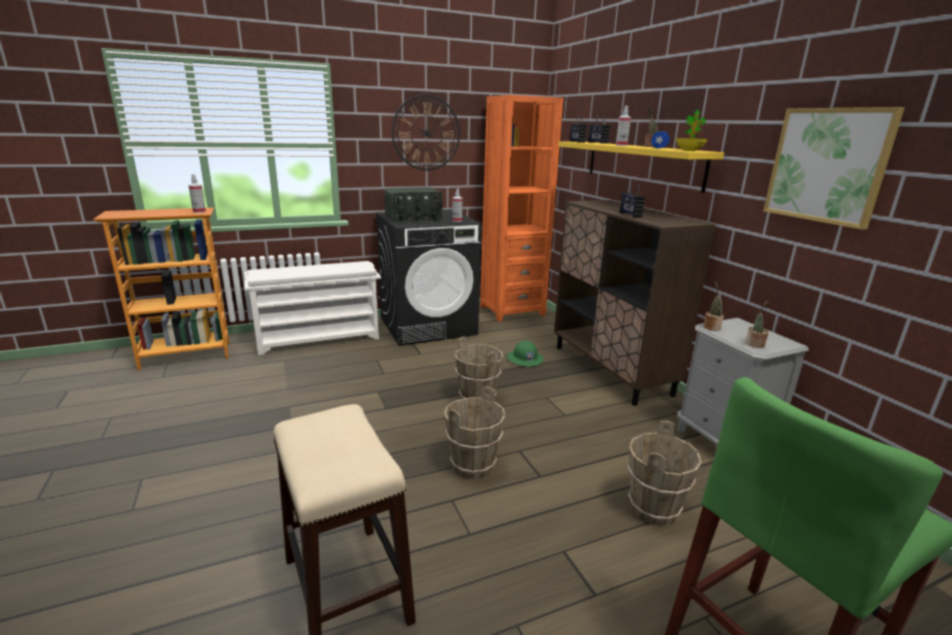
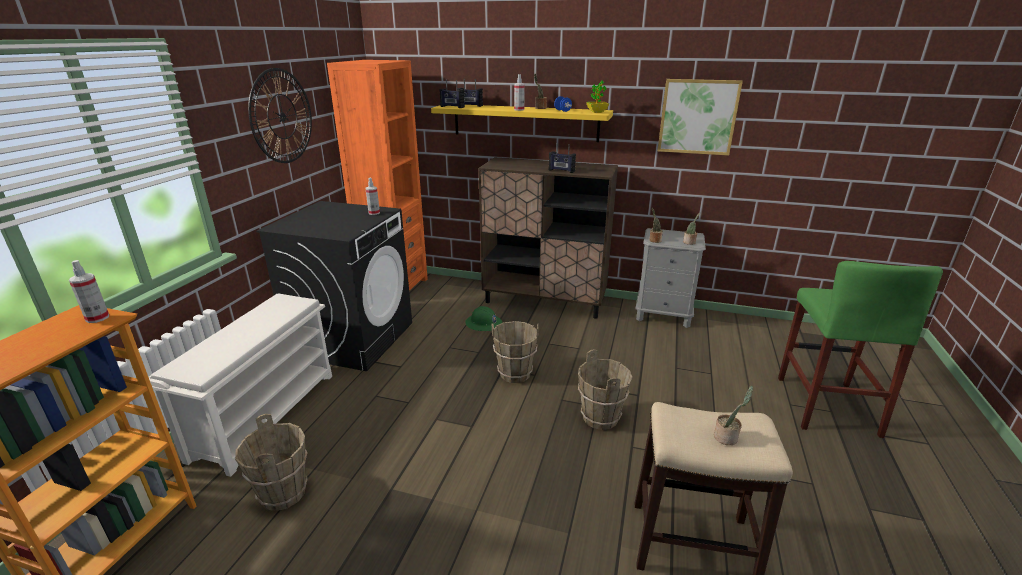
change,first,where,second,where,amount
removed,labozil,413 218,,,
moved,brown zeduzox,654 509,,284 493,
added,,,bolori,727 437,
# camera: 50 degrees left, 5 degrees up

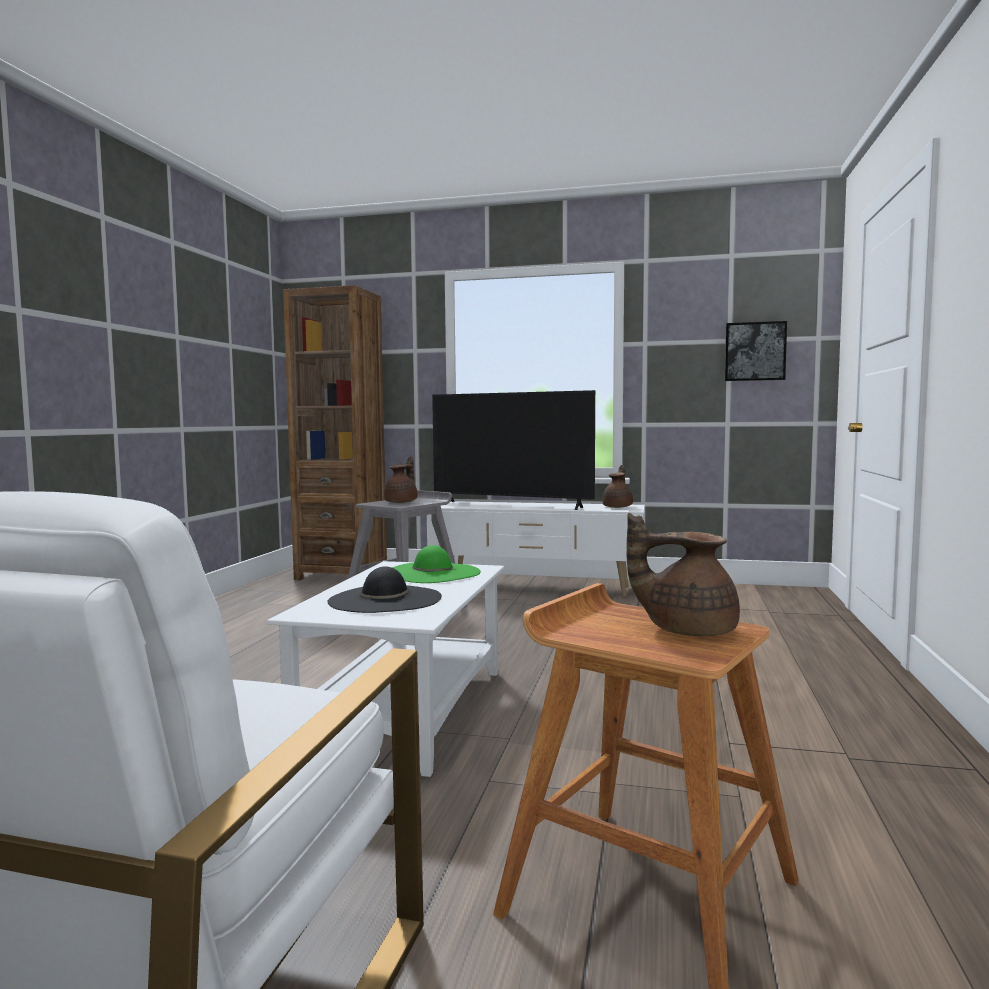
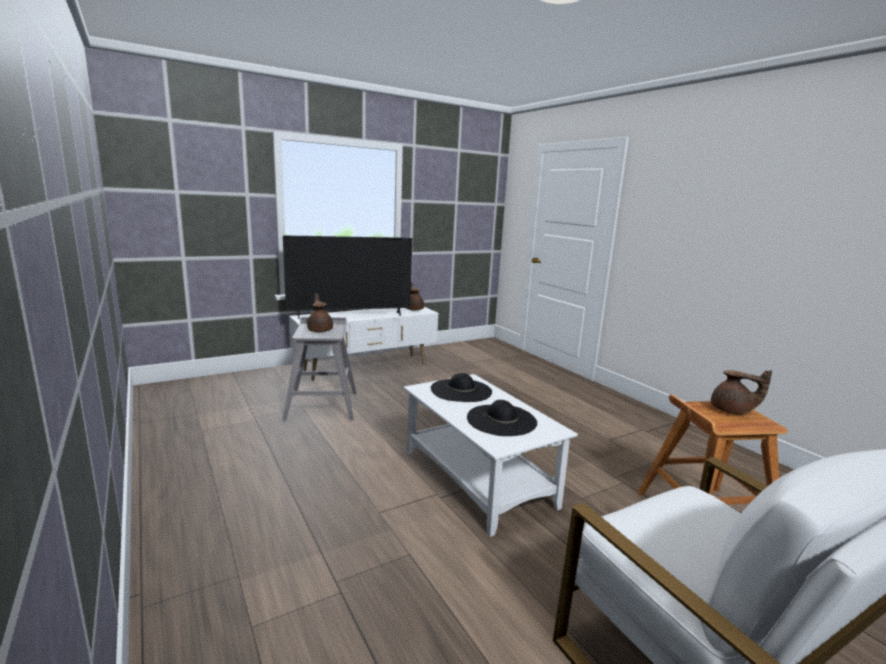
change,first,where,second,where,amount
removed,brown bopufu,342 575,,,
recoloured,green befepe,432 573,black befepe,461 390,
turned,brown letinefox,687 630,,732 411,120 degrees counterclockwise
removed,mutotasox,754 351,,,
# camera: 45 degrees left, 10 degrees up

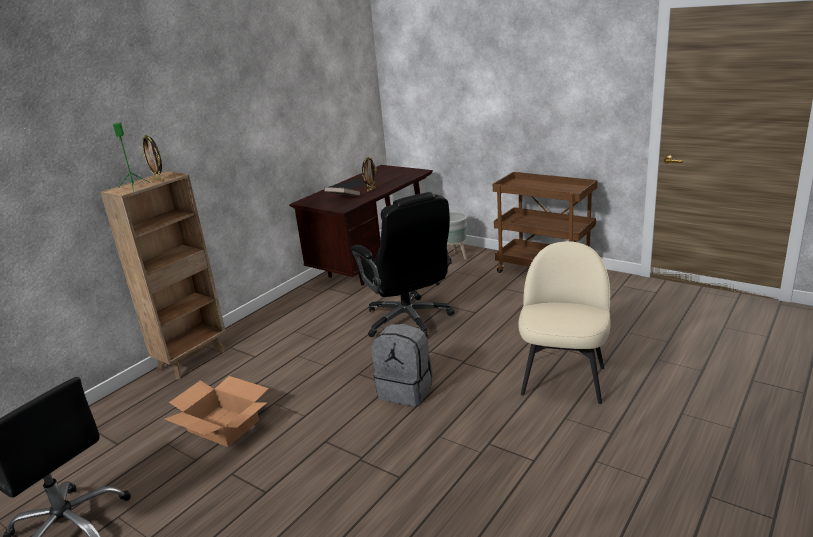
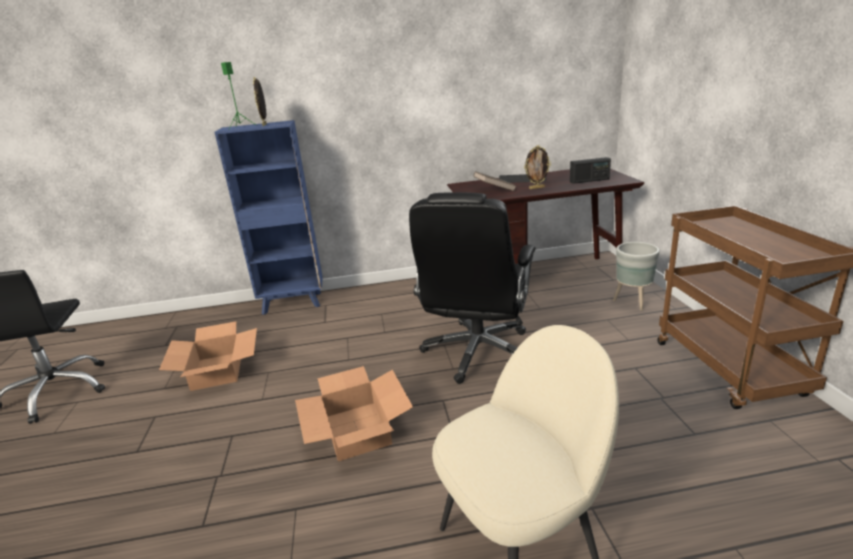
change,first,where,second,where,amount
recoloured,brown bopufu,193 359,blue bopufu,293 303,
replaced,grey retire,406 390,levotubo,357 430,
added,,,labozil,589 180,
# camera: 45 degrees right, 0 degrees up

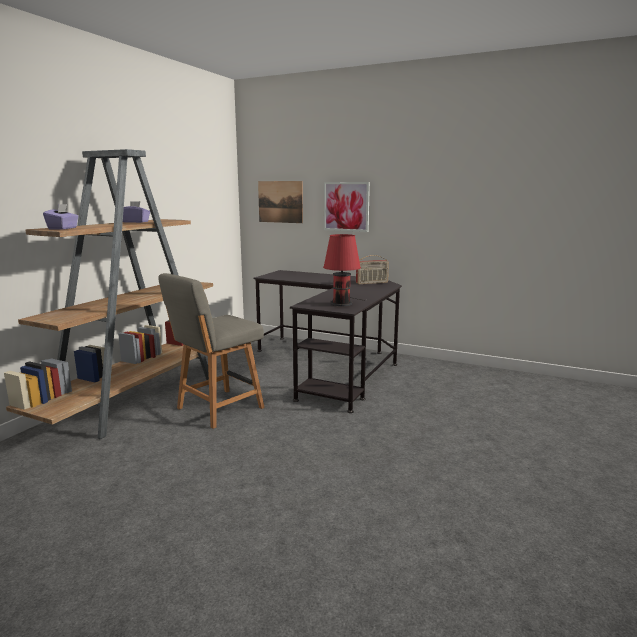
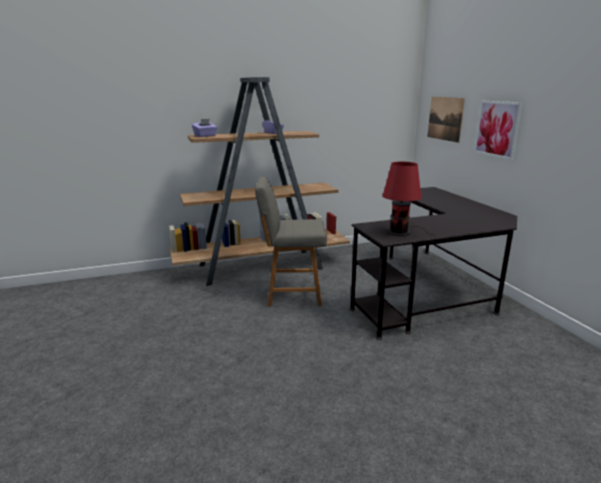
change,first,where,second,where,amount
removed,labozil,372 283,,,
# camera: 45 degrees right, 5 degrees up

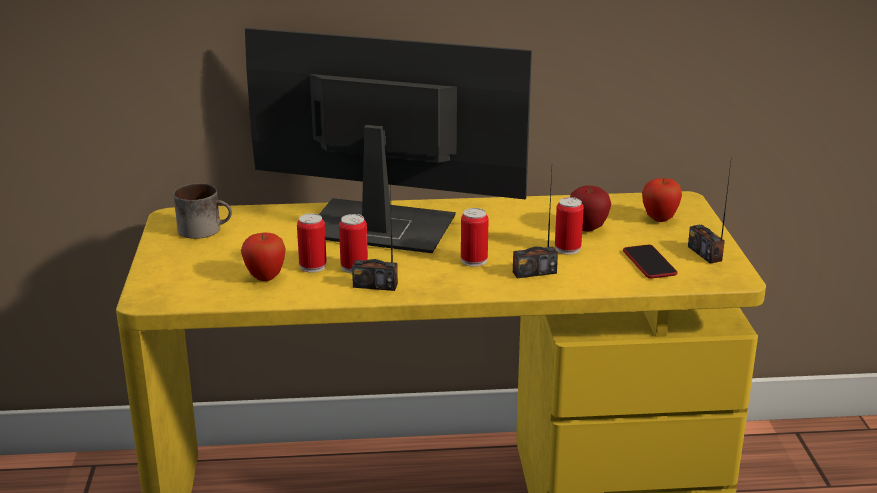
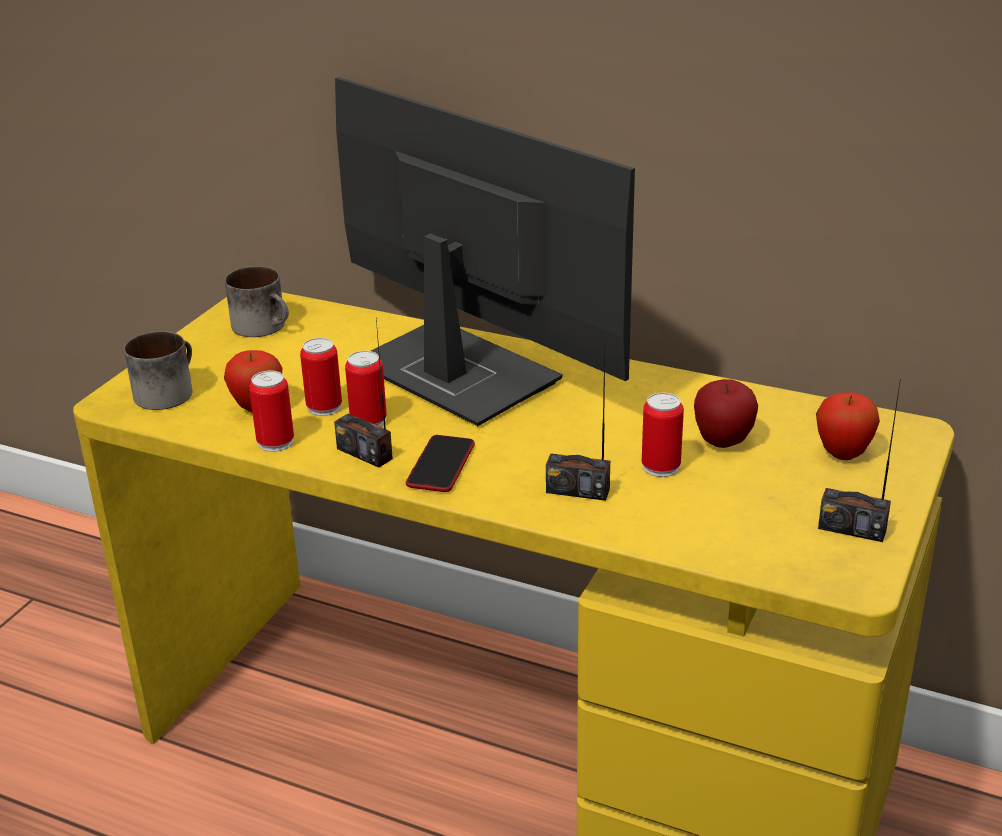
change,first,where,second,where,amount
moved,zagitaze,474 260,,275 442,
moved,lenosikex,649 263,,441 465,
turned,labozil,705 253,,852 529,75 degrees counterclockwise
added,,,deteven,166 391,
# camera: 30 degrees right, 5 degrees up

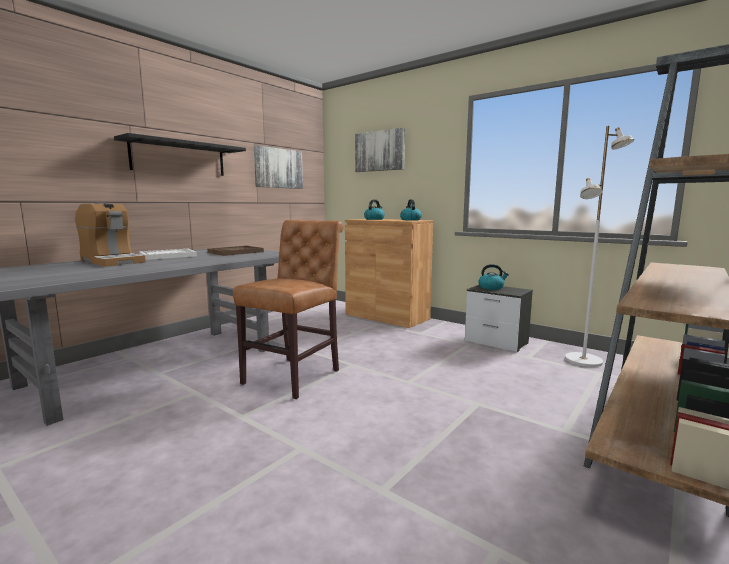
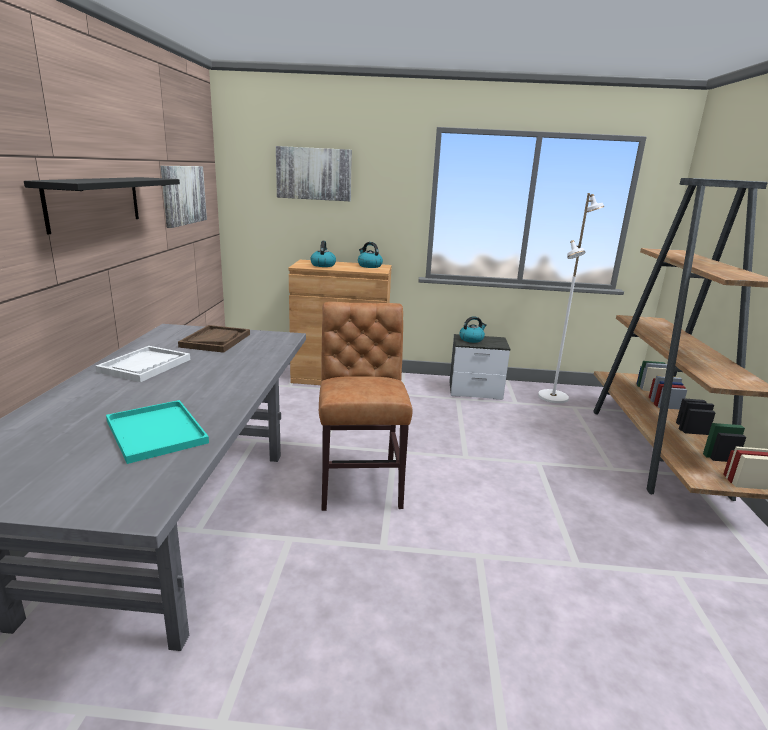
change,first,where,second,where,amount
removed,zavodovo,112 261,,,
added,,,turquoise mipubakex,158 432,
# camera: 35 degrees left, 10 degrees up

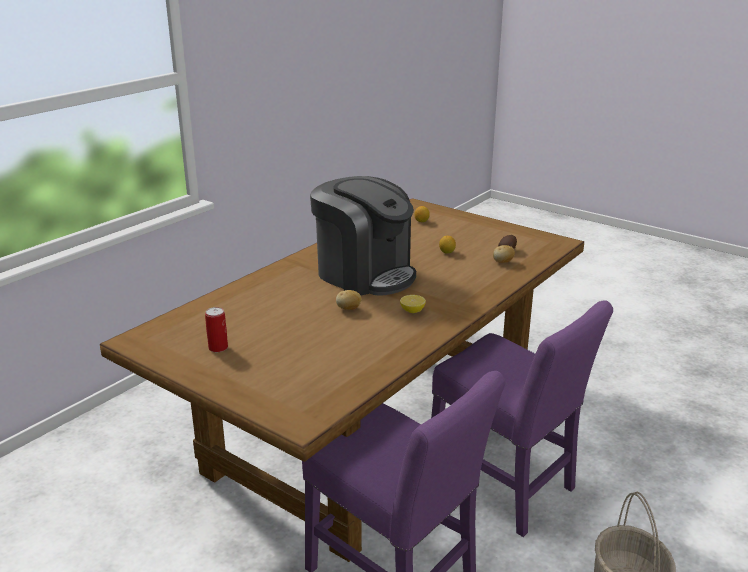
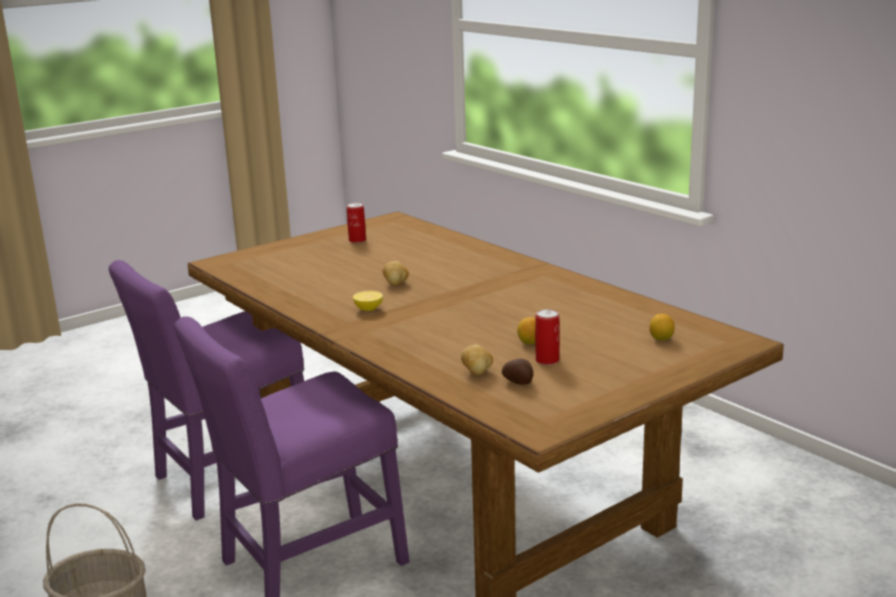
change,first,where,second,where,amount
removed,zavodovo,365 274,,,
added,,,zagitaze,547 360,
# camera: 105 degrees right, 5 degrees down

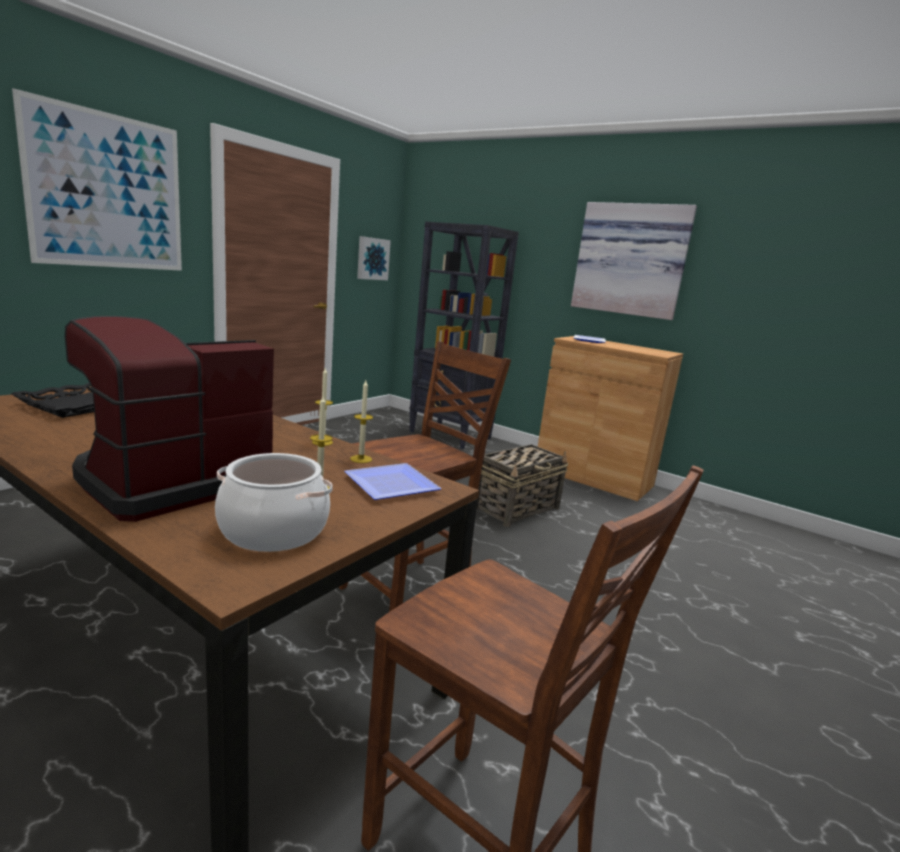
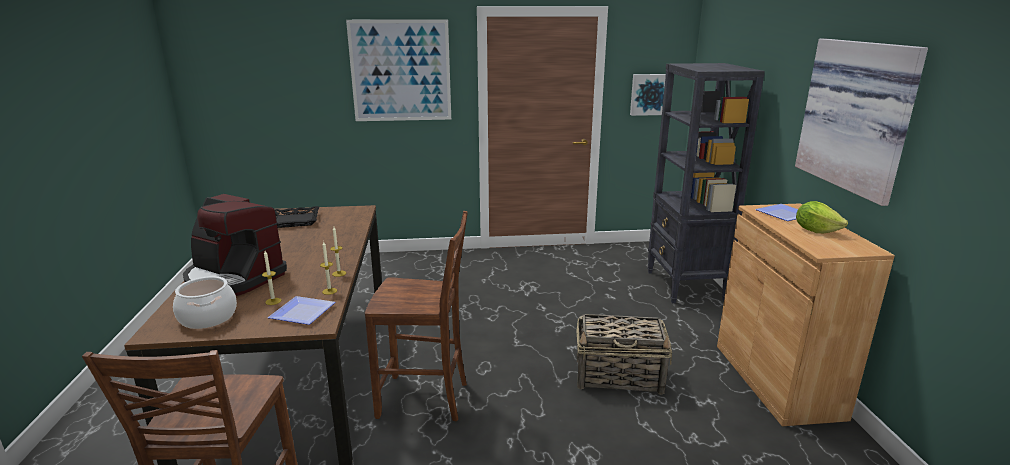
change,first,where,second,where,amount
turned,zavodovo,174 481,,234 278,150 degrees counterclockwise
added,,,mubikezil,815 230,
# camera: 50 degrees right, 5 degrees up

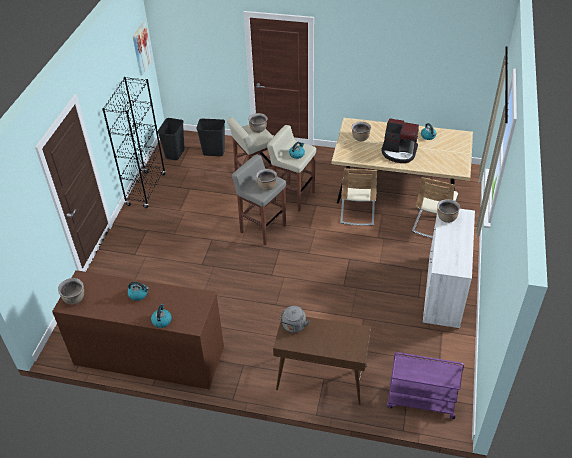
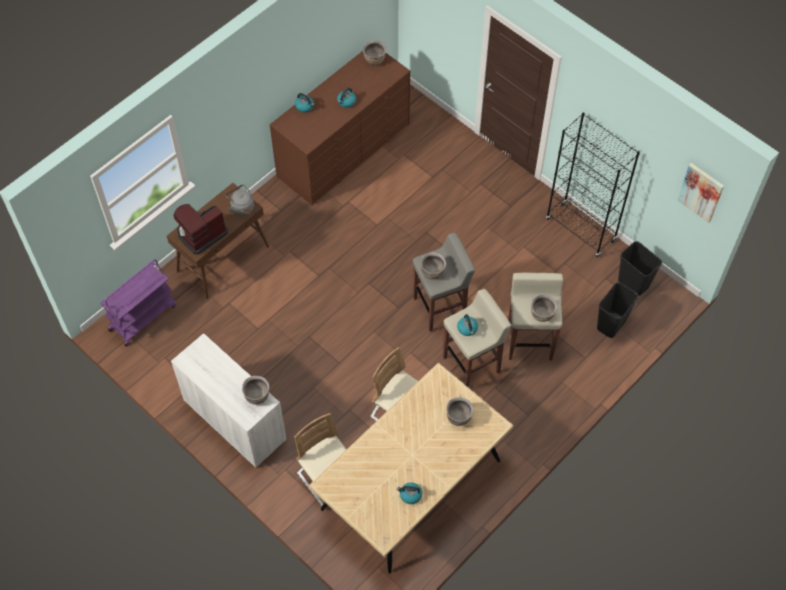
change,first,where,second,where,amount
moved,zavodovo,399 152,,201 233,
# camera: 120 degrees right, 15 degrees up

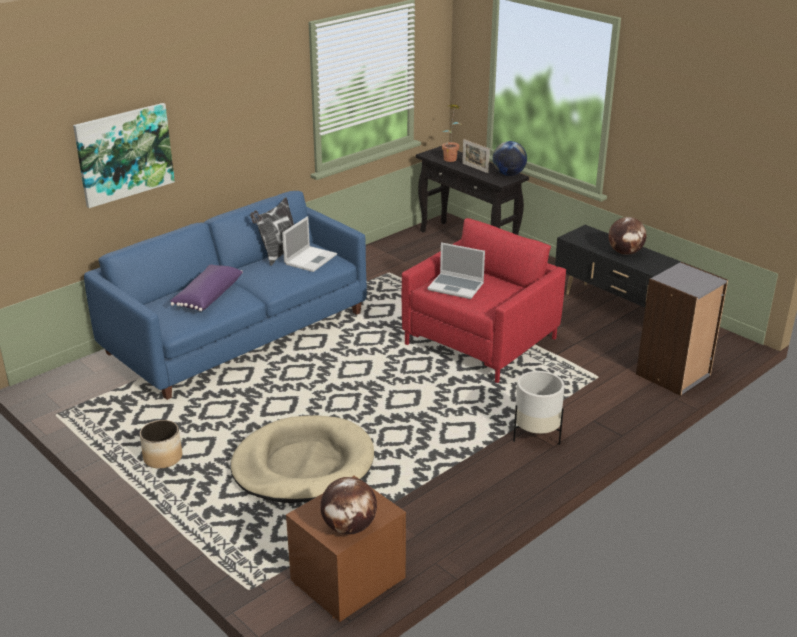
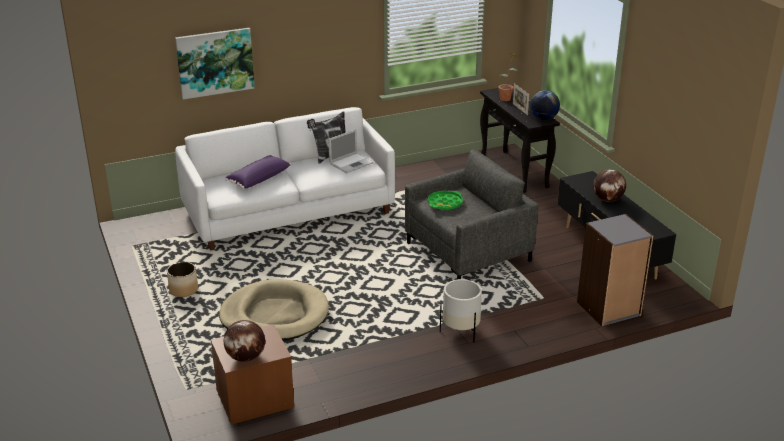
change,first,where,second,where,amount
recoloured,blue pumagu,237 332,white pumagu,288 211,
recoloured,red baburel,481 341,grey baburel,468 252,
replaced,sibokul,456 287,green mipubakex,445 203,
# camera: 20 degrees right, 0 degrees up

